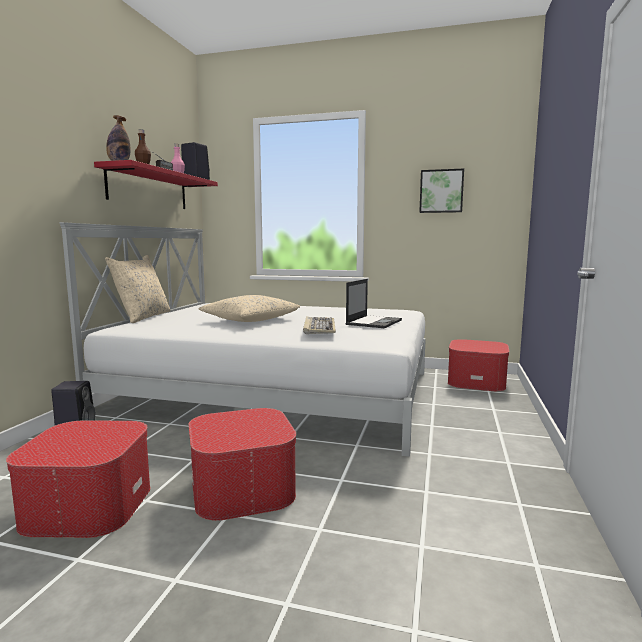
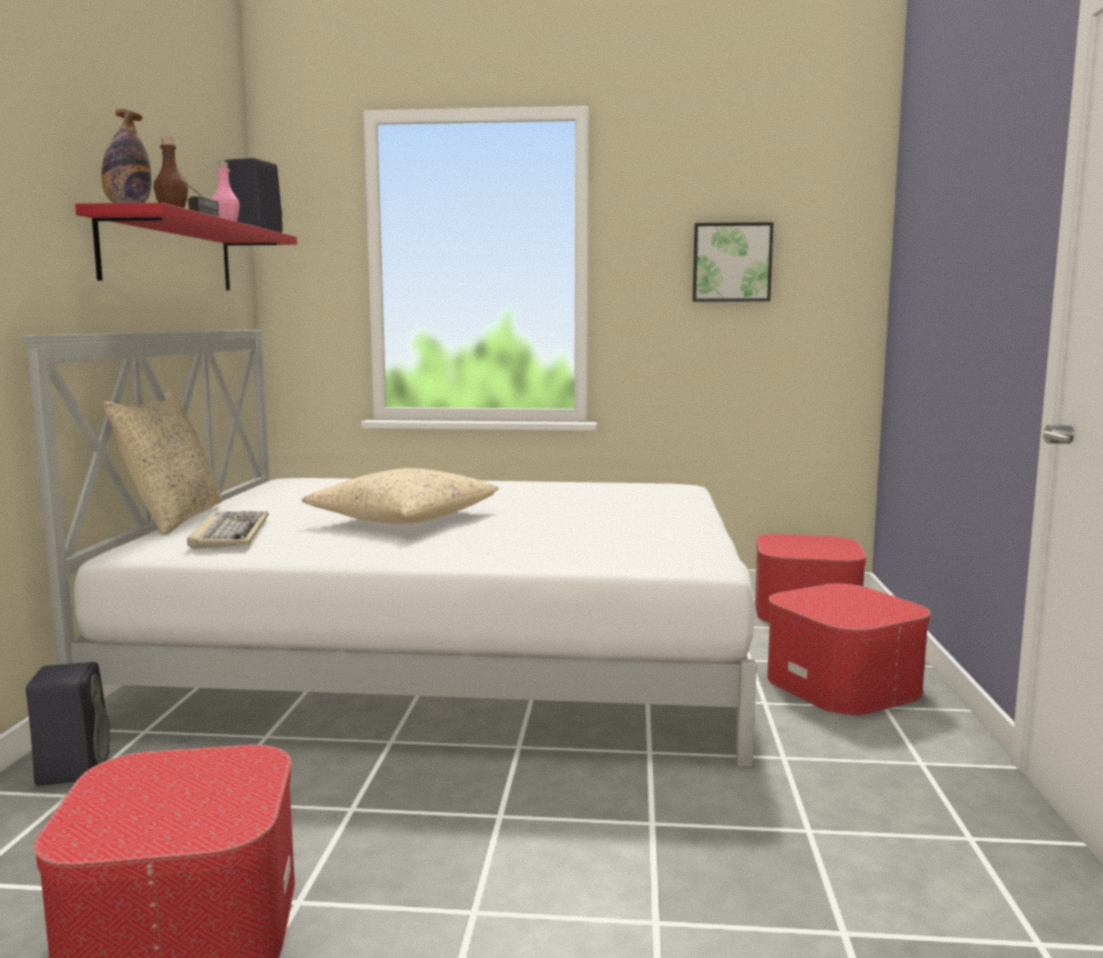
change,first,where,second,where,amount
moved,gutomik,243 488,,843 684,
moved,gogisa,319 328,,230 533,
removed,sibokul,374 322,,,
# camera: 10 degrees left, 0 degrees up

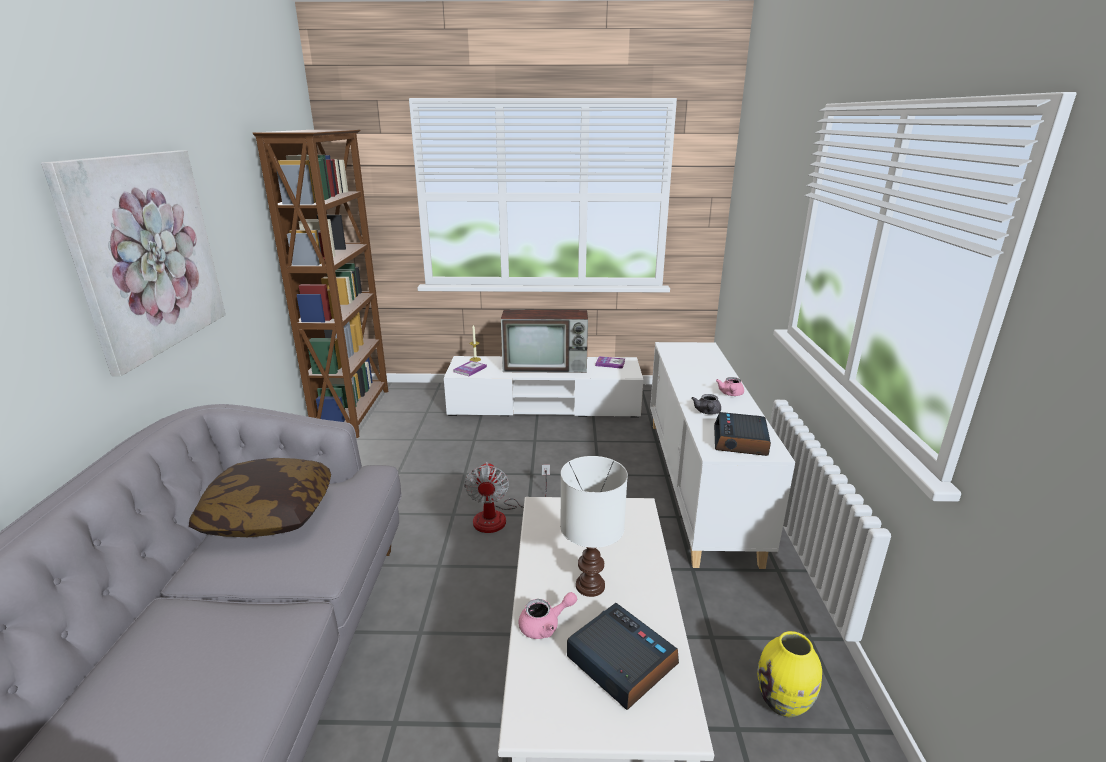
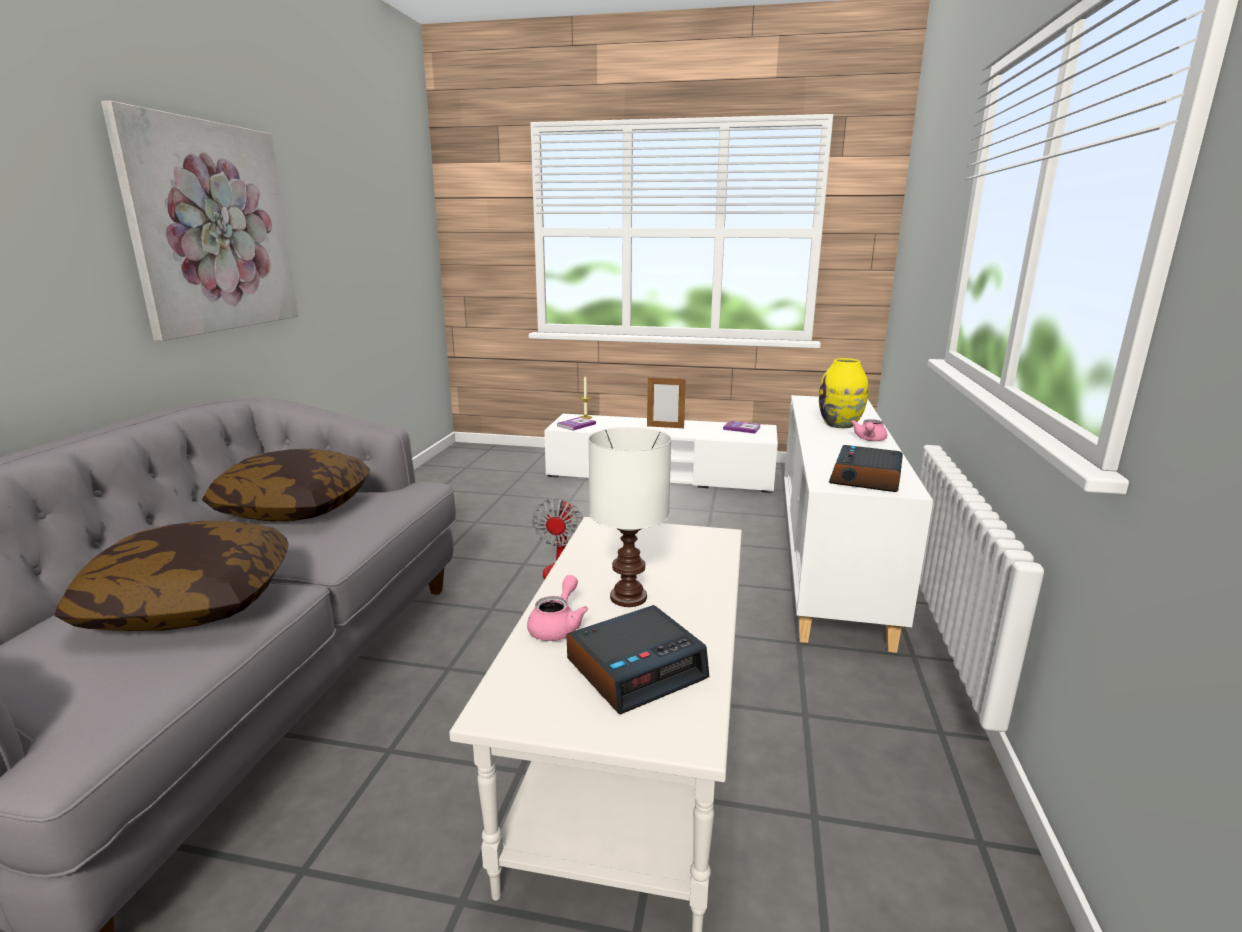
change,first,where,second,where,amount
removed,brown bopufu,354 412,,,
replaced,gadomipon,546 366,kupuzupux,665 427,
turned,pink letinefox,545 625,,558 626,60 degrees counterclockwise
turned,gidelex,620 661,,636 668,90 degrees clockwise
removed,grey letinefox,707 412,,,
moved,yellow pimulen,783 702,,840 425,
added,,,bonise,190 604,
# camera: 10 degrees right, 5 degrees down

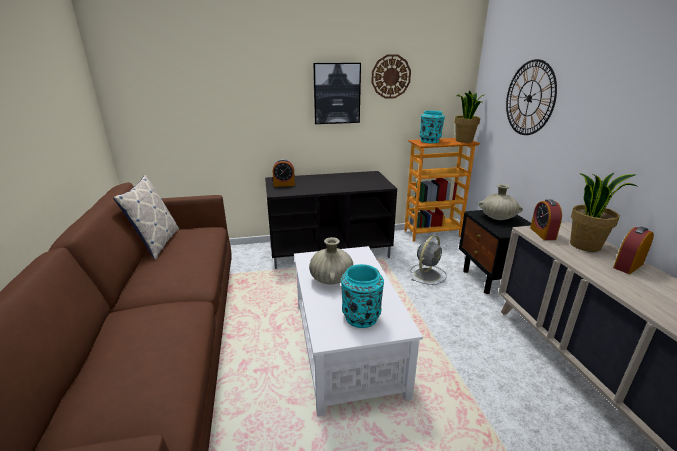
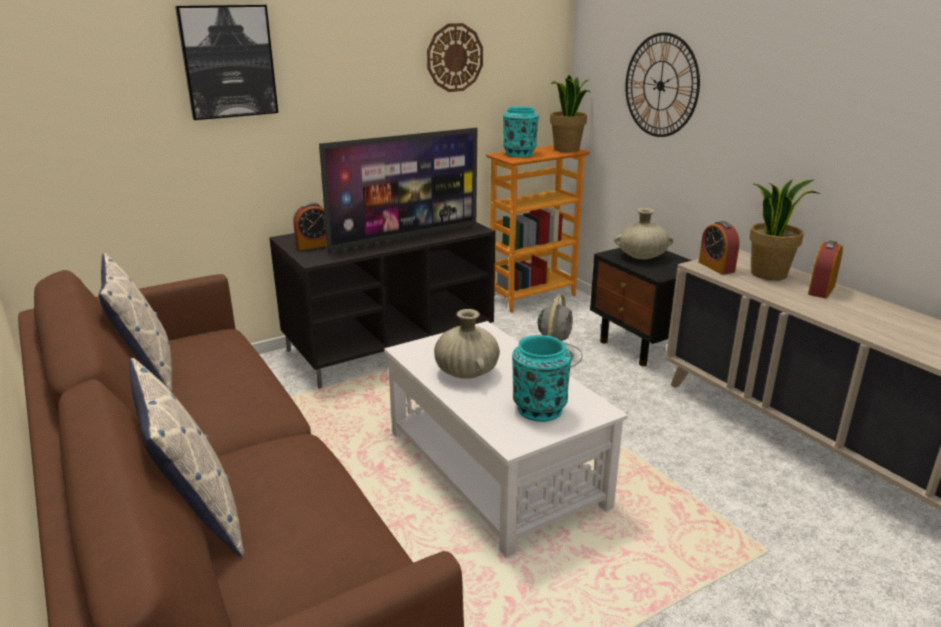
change,first,where,second,where,amount
moved,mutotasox,336 93,,228 62,
added,,,bonise,198 515,
added,,,gadomipon,404 236,
# camera: 20 degrees left, 0 degrees up

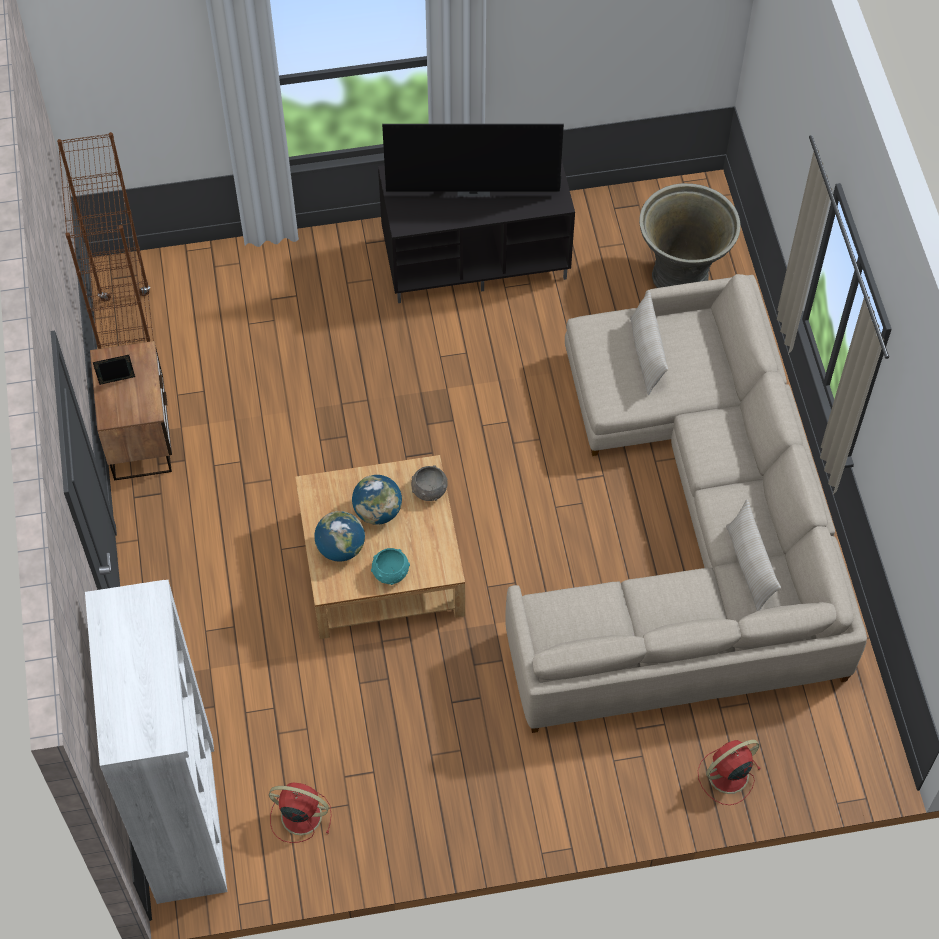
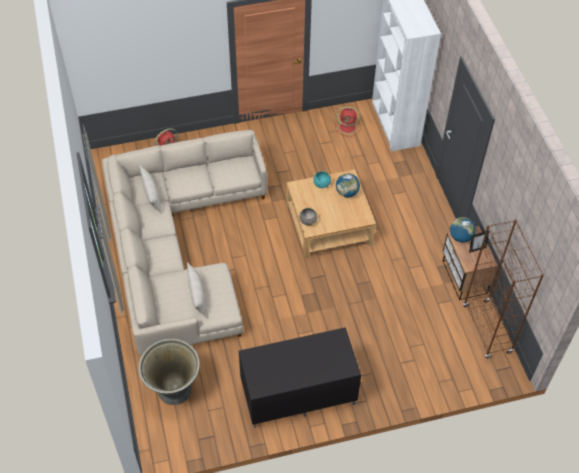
change,first,where,second,where,amount
moved,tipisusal,378 512,,460 237,
removed,gadomipon,474 188,,,
# camera: 175 degrees right, 5 degrees down

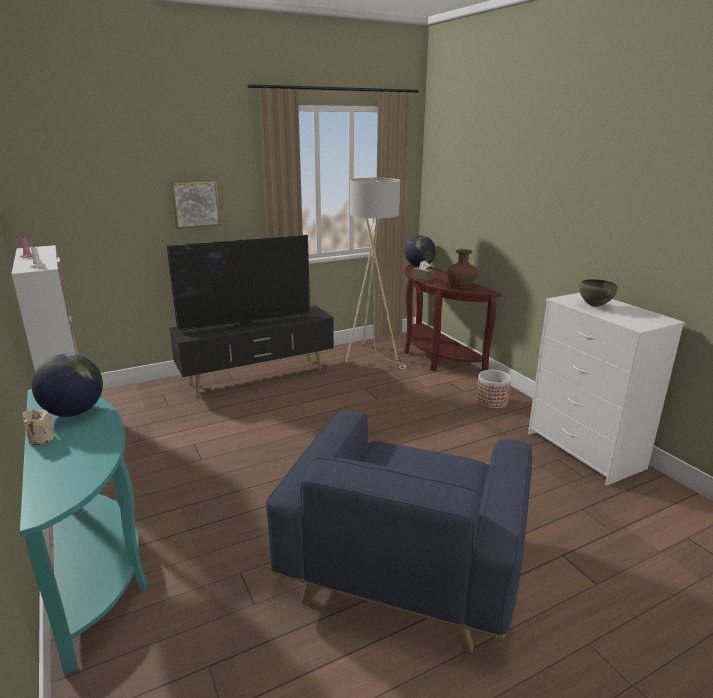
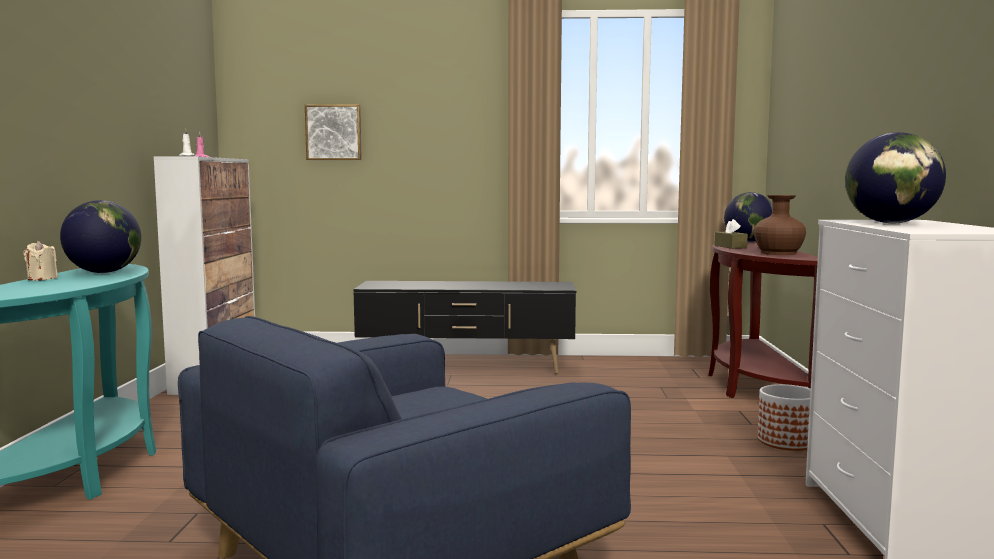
change,first,where,second,where,amount
removed,gadomipon,246 323,,,
moved,mutotasox,195 204,,334 132,
removed,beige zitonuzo,373 355,,,
replaced,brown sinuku,594 306,tipisusal,891 223,
# camera: 30 degrees right, 15 degrees down

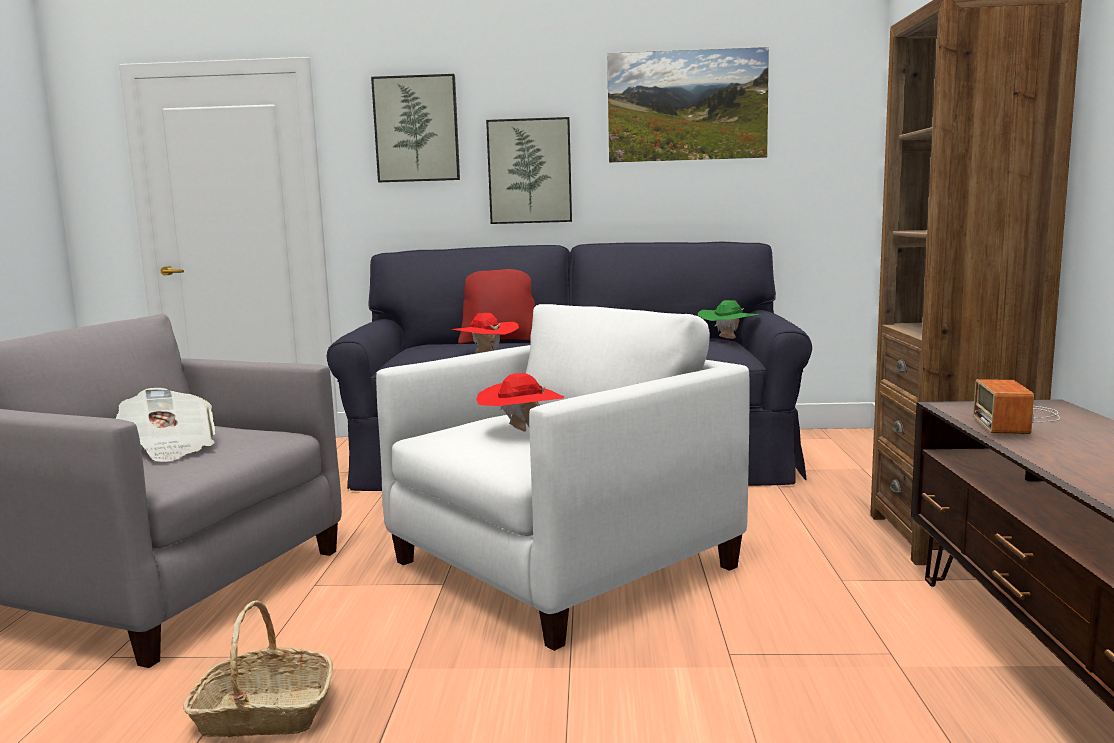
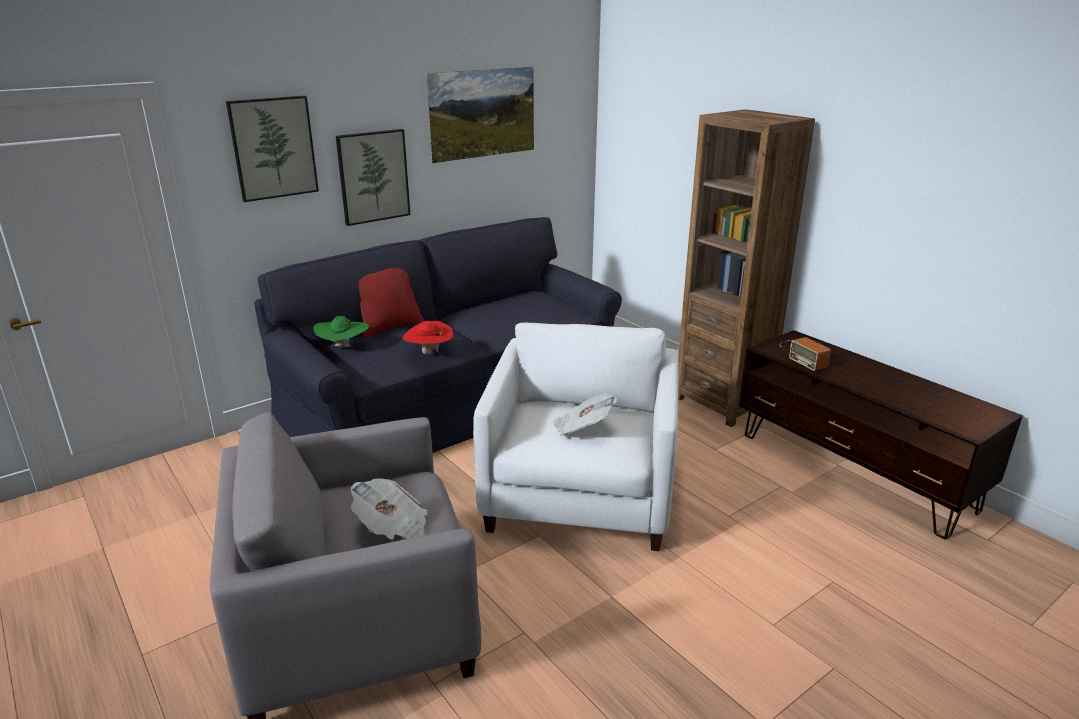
change,first,where,second,where,amount
removed,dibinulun,263 714,,,
replaced,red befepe,521 432,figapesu,582 428,
moved,green befepe,728 340,,343 348,
# camera: 40 degrees left, 15 degrees up

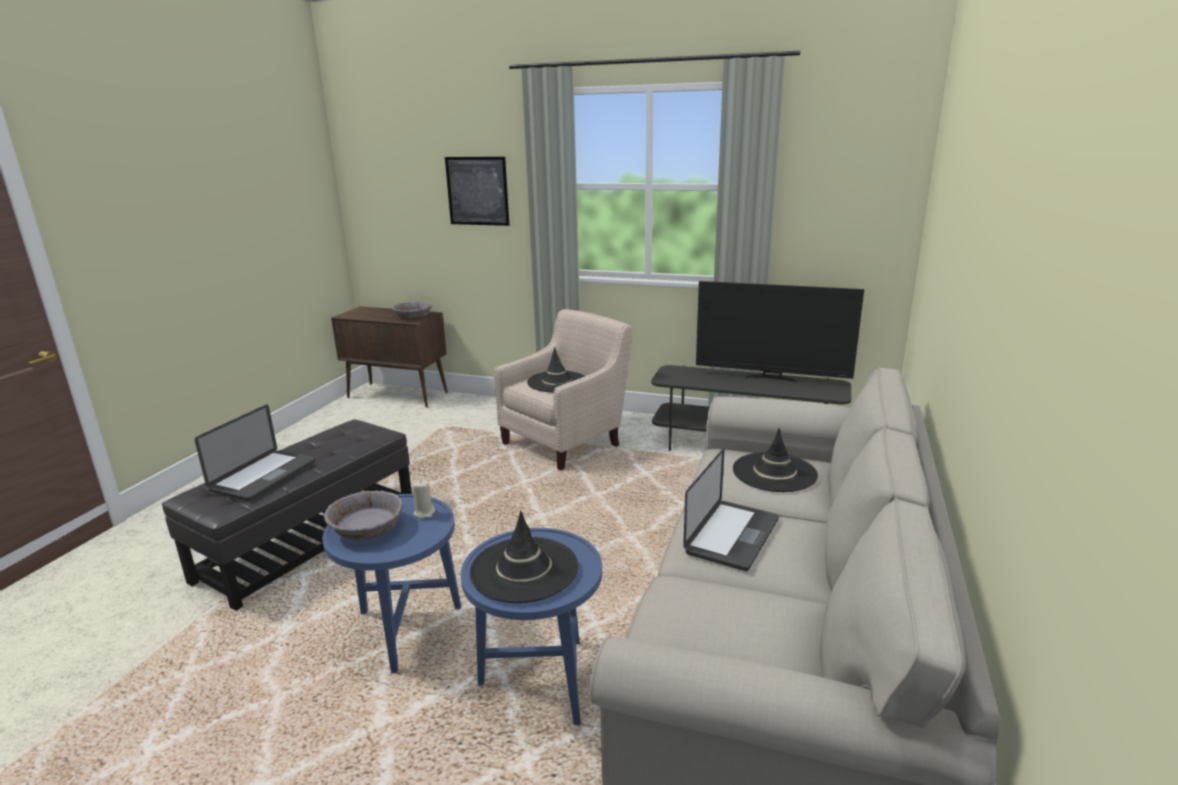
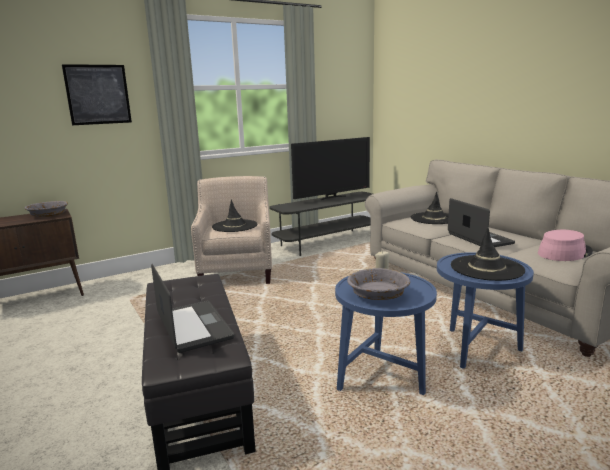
change,first,where,second,where,amount
added,,,pink befepe,564 253,
# camera: 50 degrees left, 5 degrees down

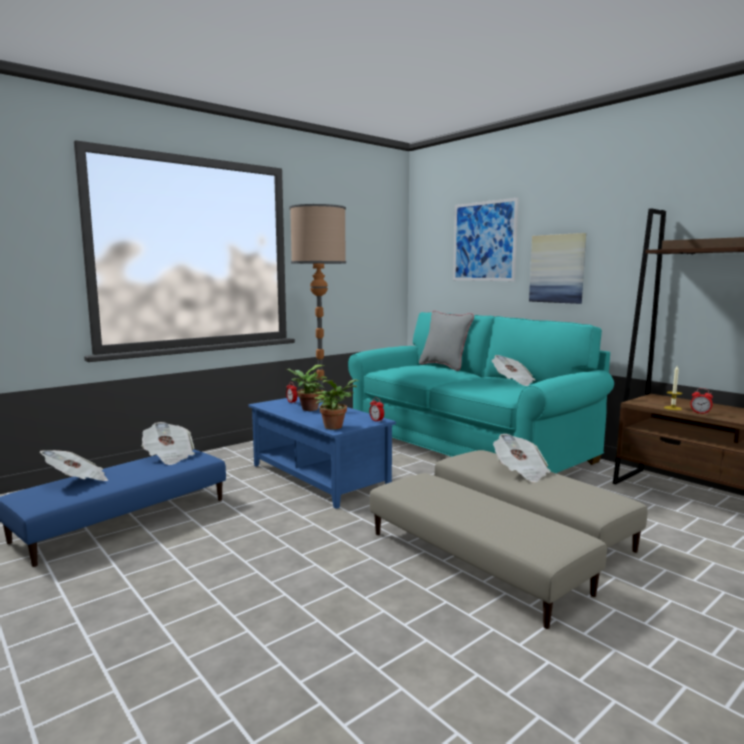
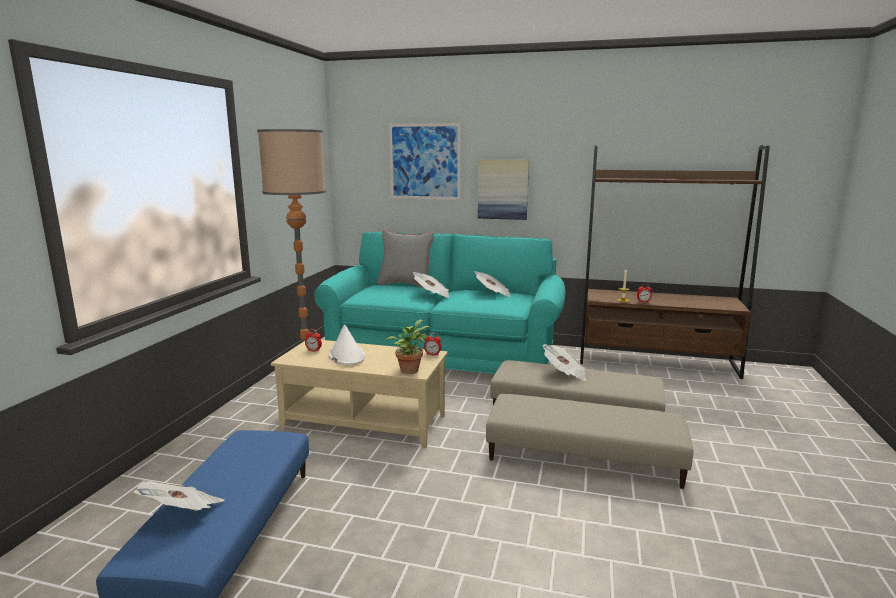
change,first,where,second,where,amount
moved,figapesu,169 456,,432 294,
recoloured,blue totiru,320 477,beige totiru,365 421,
replaced,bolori,307 409,white befepe,346 356,
# camera: 35 degrees left, 5 degrees up

